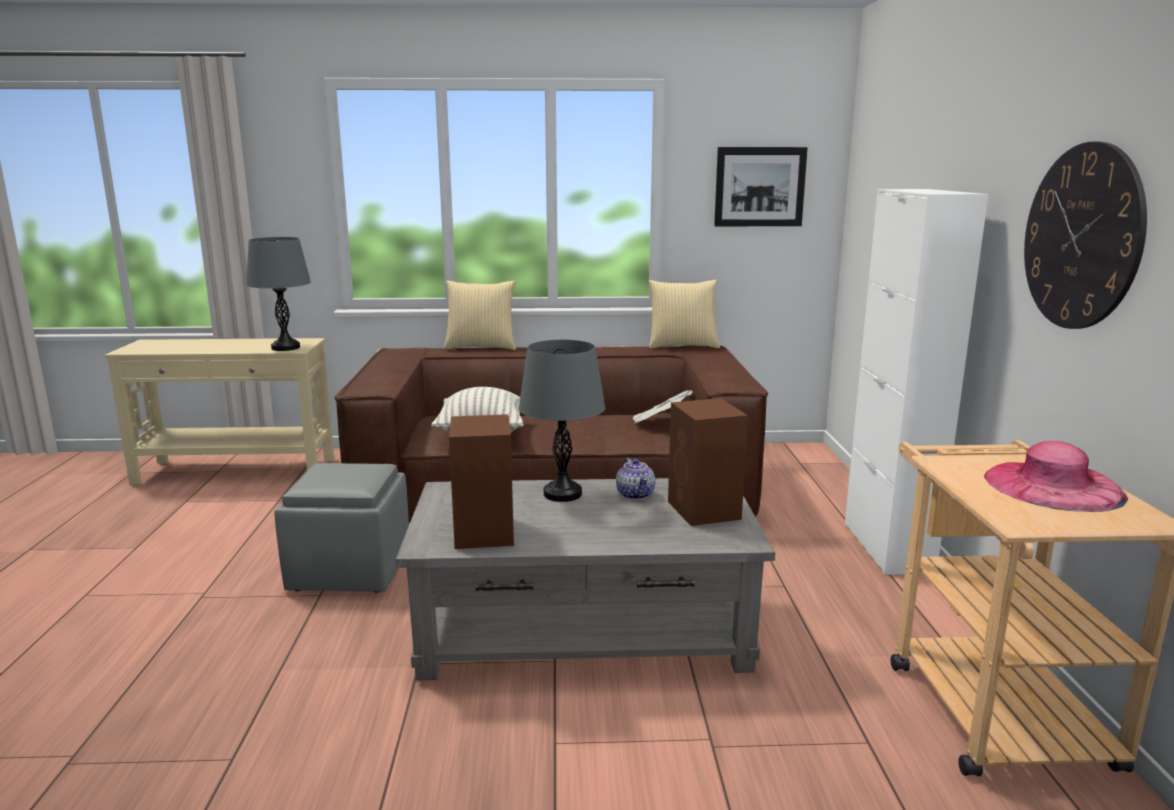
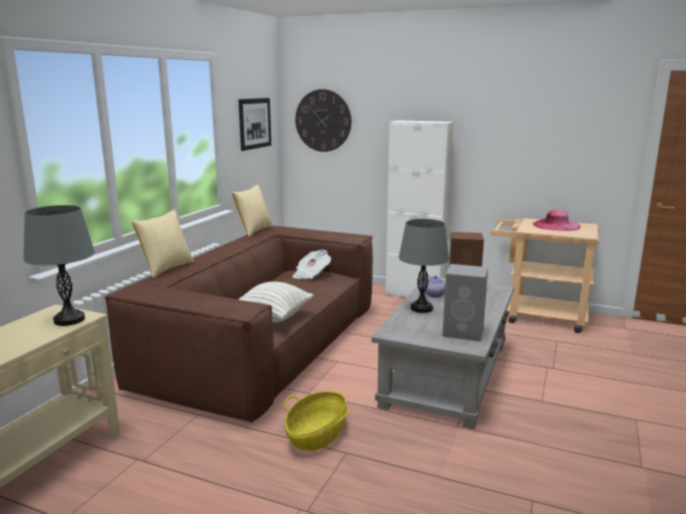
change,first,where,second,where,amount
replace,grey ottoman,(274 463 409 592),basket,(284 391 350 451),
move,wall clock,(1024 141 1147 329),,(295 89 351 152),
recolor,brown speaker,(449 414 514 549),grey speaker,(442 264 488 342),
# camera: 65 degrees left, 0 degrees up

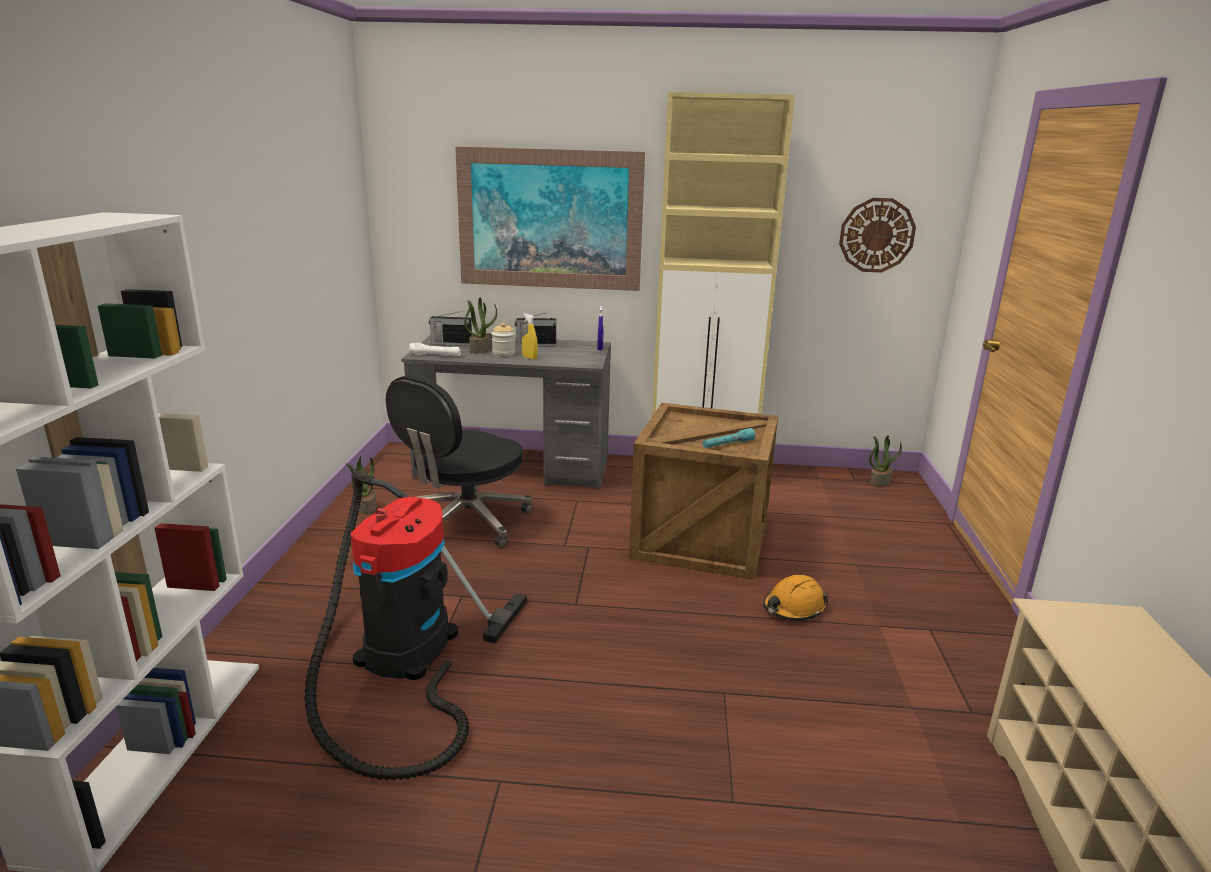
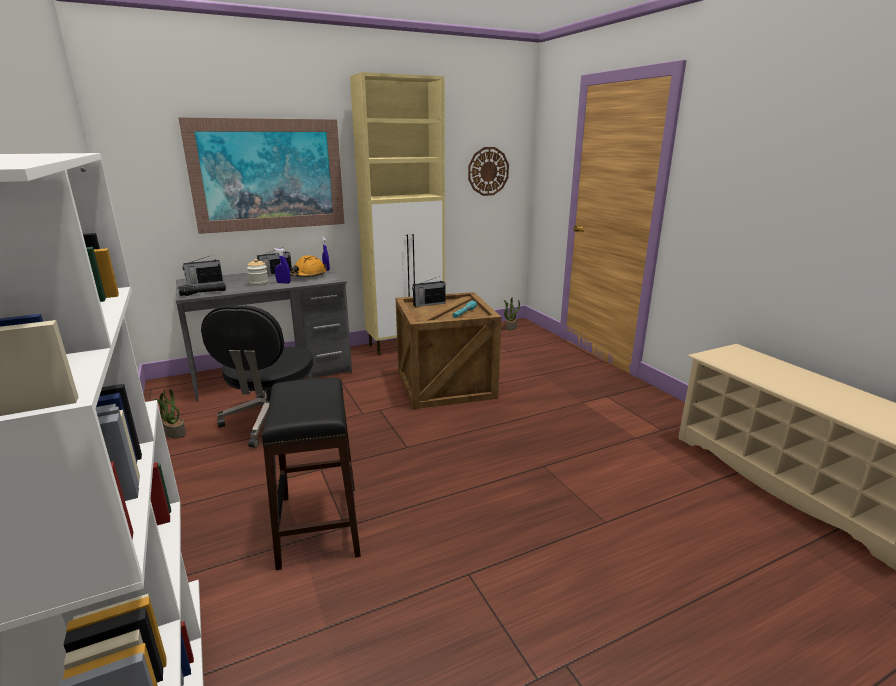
change,first,where,second,where,amount
recolor,white flashlight,(409 343 461 356),black flashlight,(178 283 226 296),
replace,vacuum cleaner,(304 471 527 780),black stool,(262 378 361 570),
recolor,yellow spray bottle,(522 313 538 360),blue spray bottle,(274 248 291 284),
move,orange hard hat,(763 575 828 621),,(290 255 327 277),
insert,,,radio,(412 276 446 307),
delete,potted plant,(464 297 497 353),,,
# camera: 30 degrees left, 0 degrees up

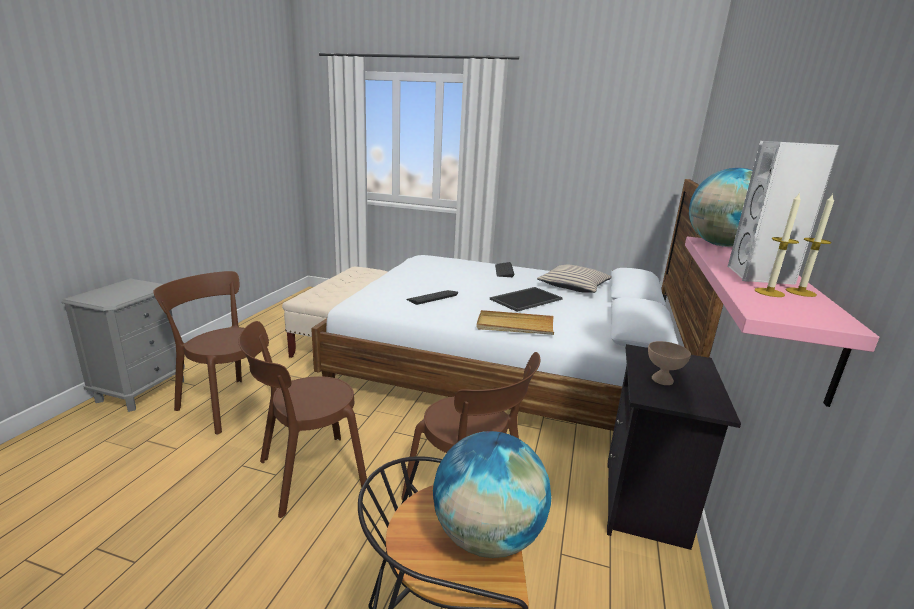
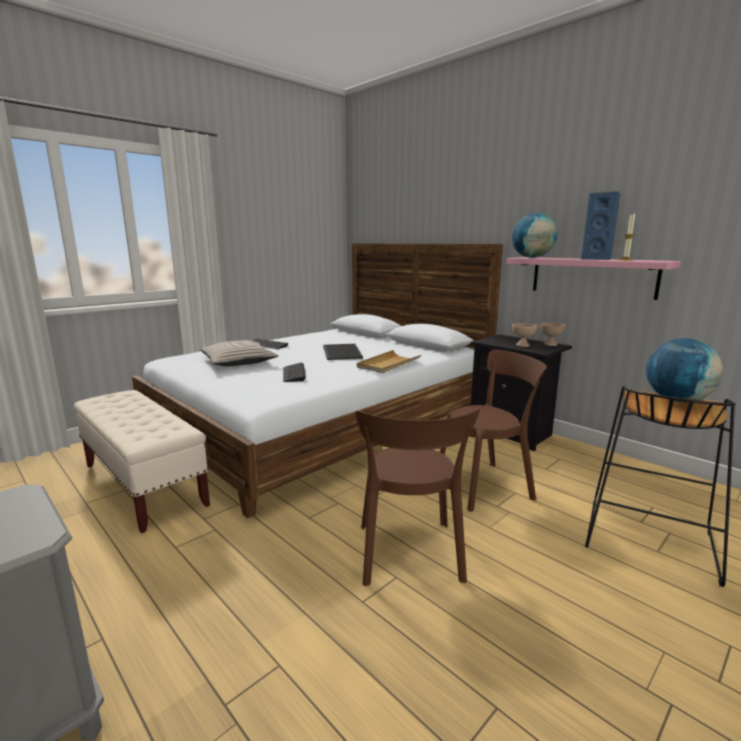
change,first,where,second,where,amount
move,beige pillow,(537 265 612 293),,(200 340 278 366),
insert,,,beige bowl,(540 322 566 346),
recolor,white speaker,(728 141 839 285),blue speaker,(581 191 620 260),
delete,brown chair,(153 271 266 435),,,
# camera: 60 degrees left, 5 degrees down

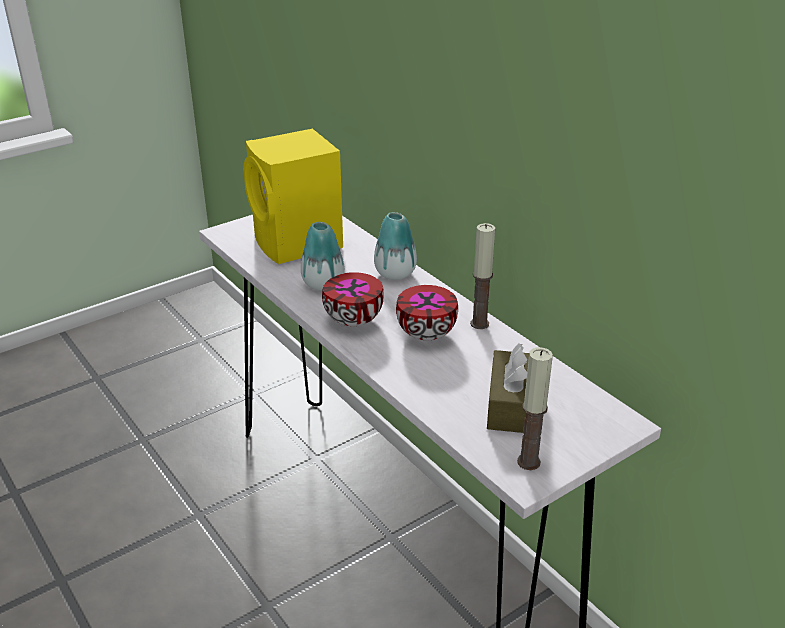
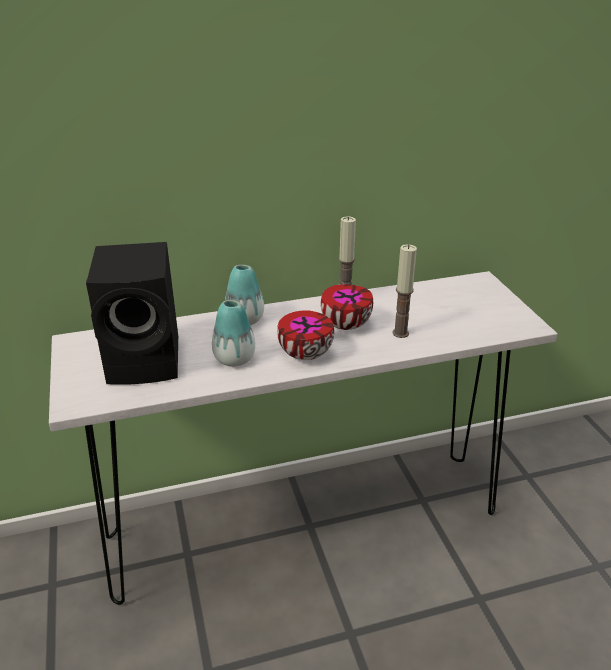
change,first,where,second,where,amount
recolor,yellow speaker,(243 129 343 264),black speaker,(86 242 178 385),
move,candle,(517 347 553 470),,(392 244 417 338),
delete,brown tissue box,(487 343 529 433),,,
# camera: 70 degrees left, 0 degrees up

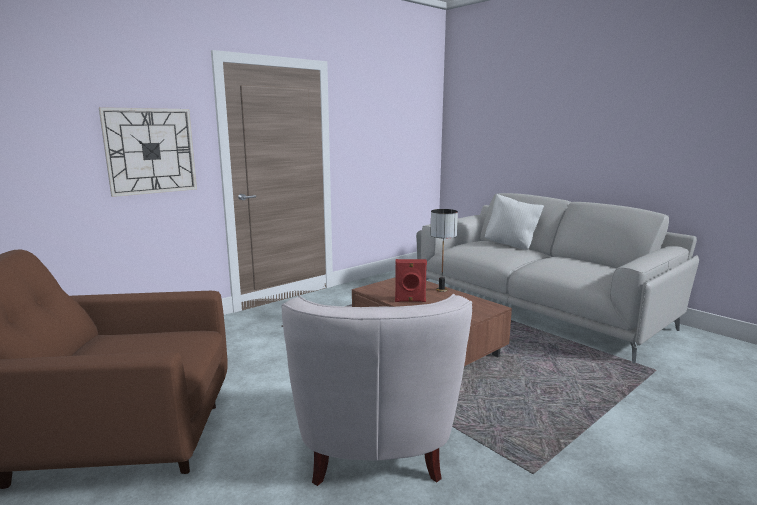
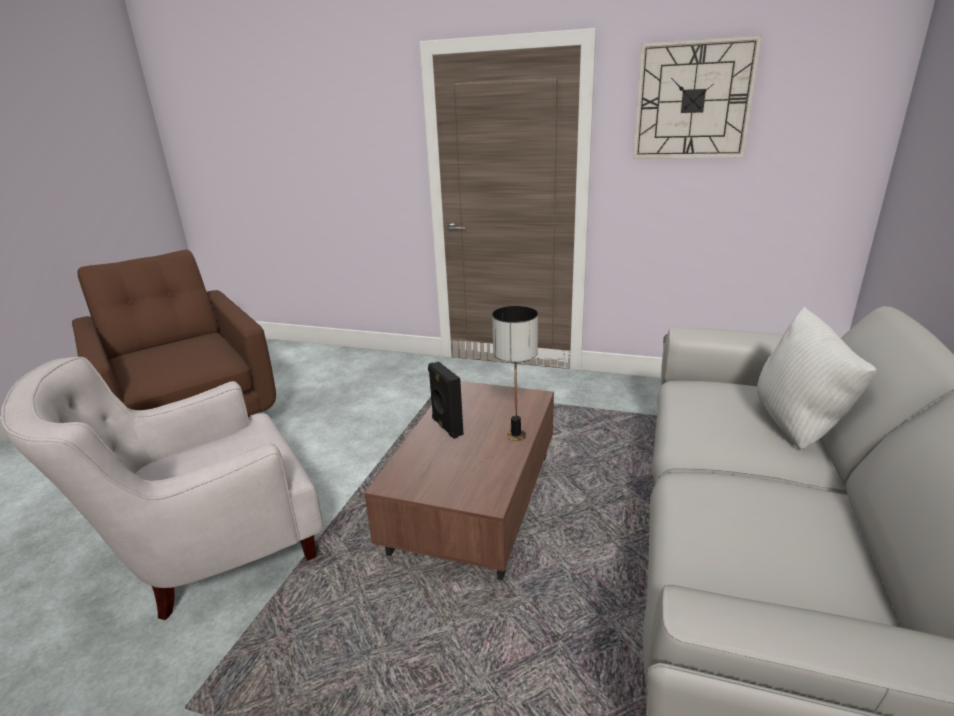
change,first,where,second,where,amount
recolor,red speaker,(395 259 427 302),black speaker,(428 362 464 439),
move,wall clock,(99 107 197 197),,(633 35 762 159),
# camera: 60 degrees right, 10 degrees up

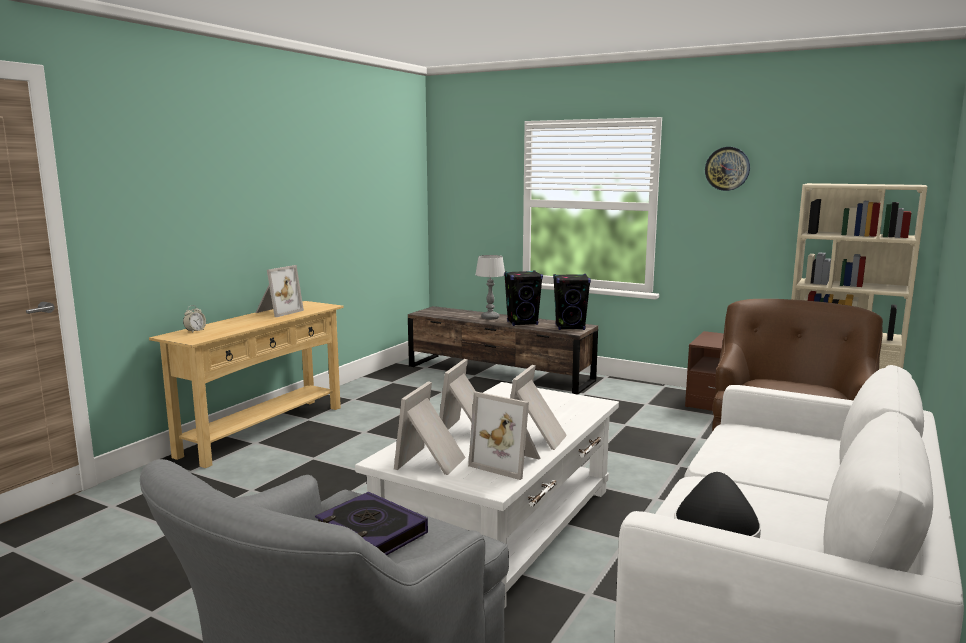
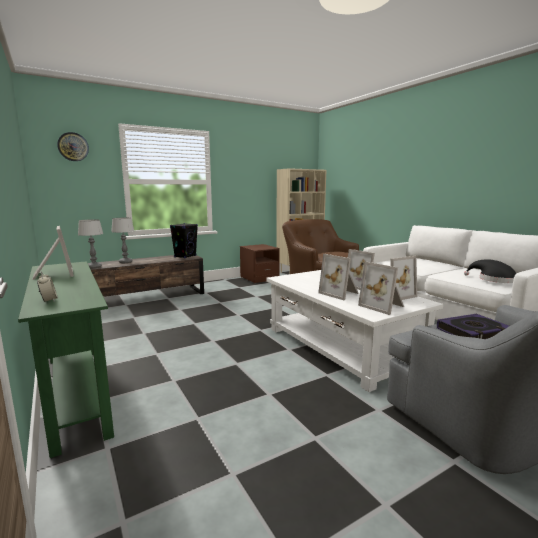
change,first,where,second,where,amount
recolor,beige console table,(149 301 344 468),green console table,(18 261 114 458),
move,wall clock,(705 147 750 191),,(57 132 89 161),
insert,,,table lamp,(78 219 103 268),
delete,black speaker,(504 270 543 326),,,
# camera: 60 degrees left, 0 degrees up

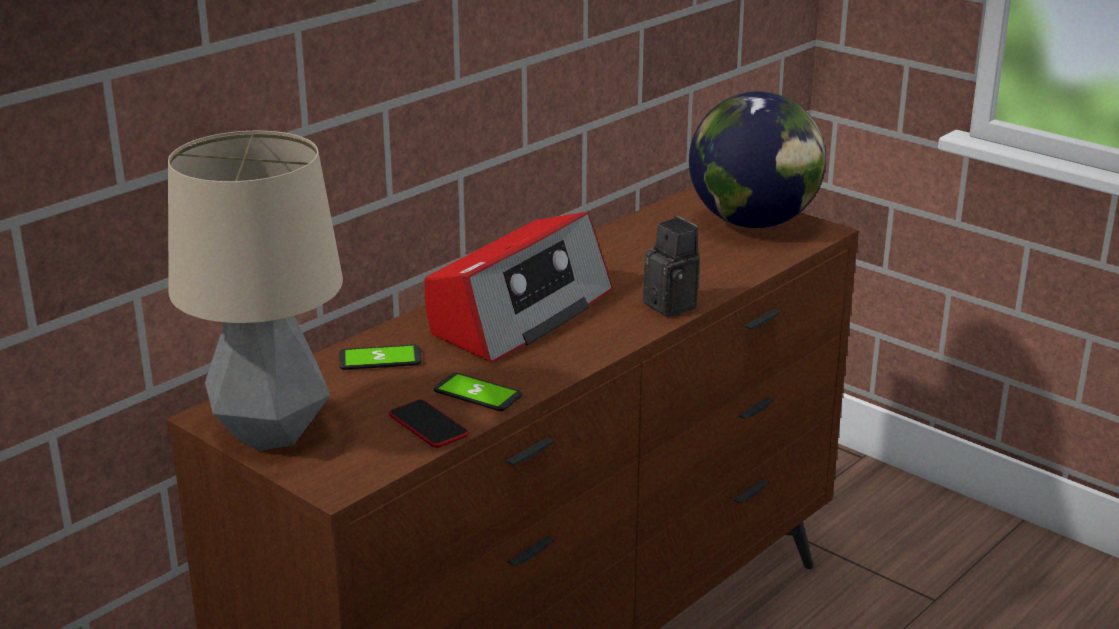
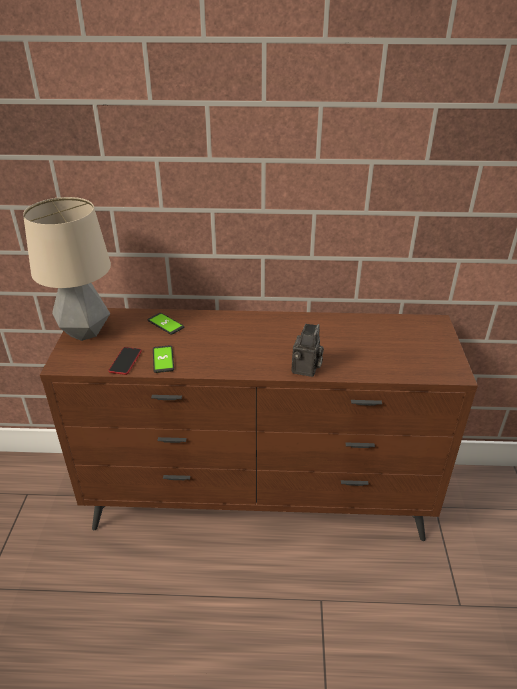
change,first,where,second,where,amount
delete,radio,(425 212 613 363),,,
delete,globe,(689 91 826 228),,,
# camera: 50 degrees right, 10 degrees up

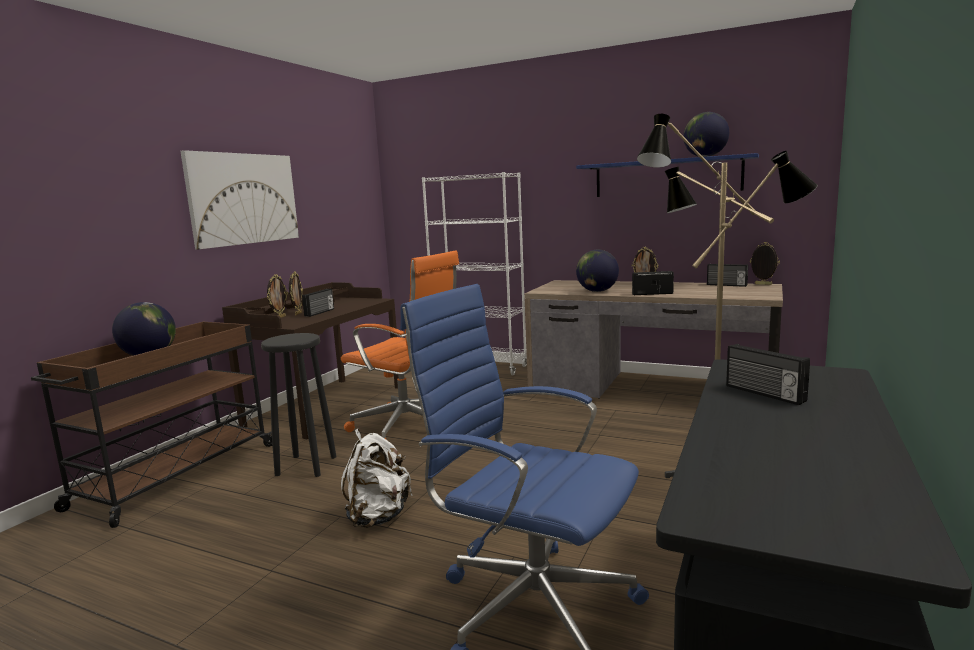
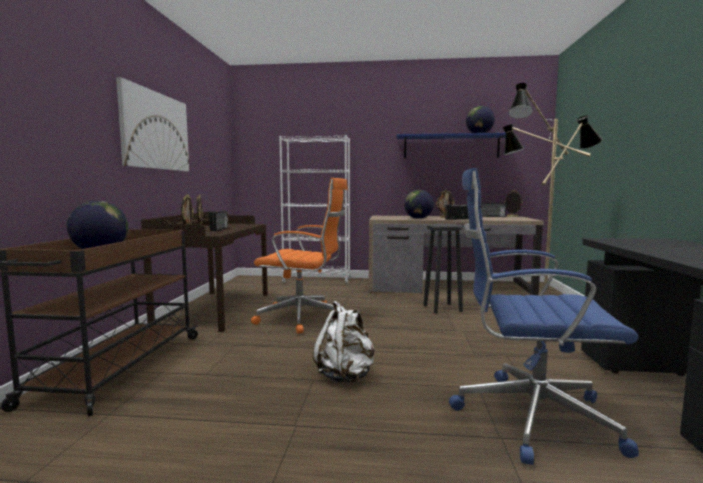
change,first,where,second,where,amount
move,black stool,(261 333 336 477),,(424 224 463 314),
delete,radio,(726 344 810 405),,,
# camera: 20 degrees left, 5 degrees down

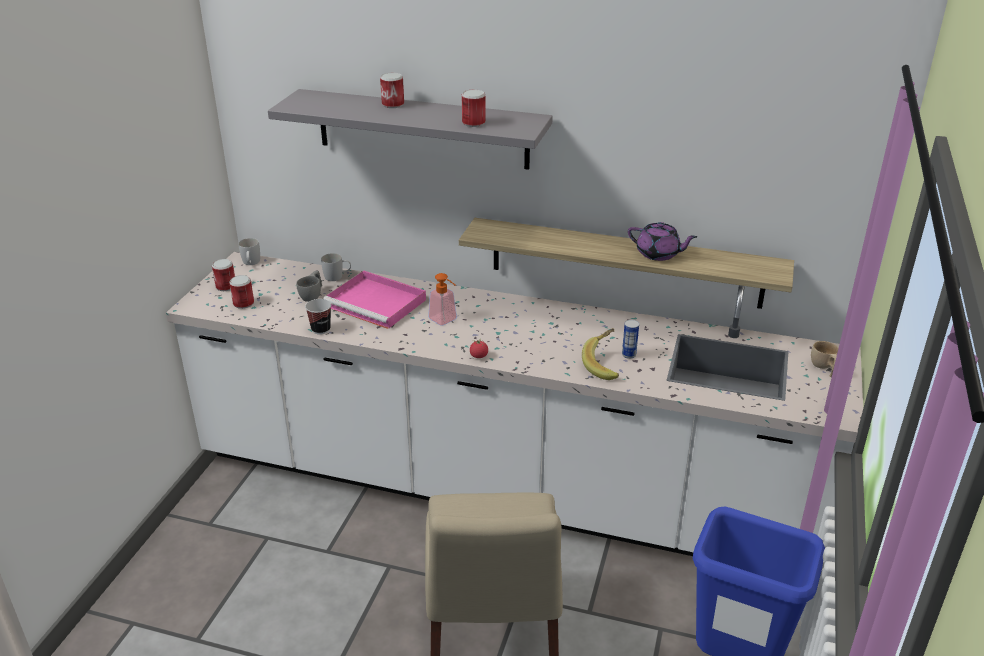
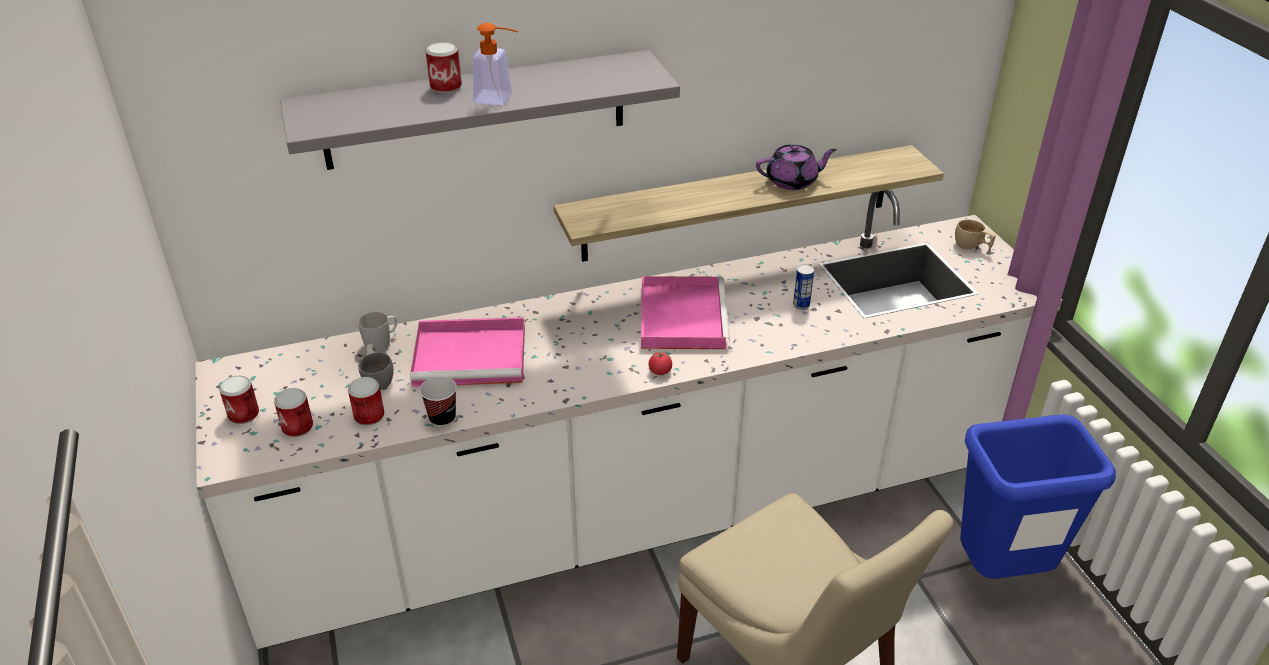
change,first,where,second,where,amount
move,can,(462 90 485 127),,(348 377 384 426),
move,soap dispenser,(428 273 457 326),,(473 23 519 105),
insert,,,pink tray,(641 276 730 349),
delete,white mug,(238 238 260 265),,,
delete,banana,(582 328 619 380),,,
# camera: 35 degrees left, 5 degrees up

